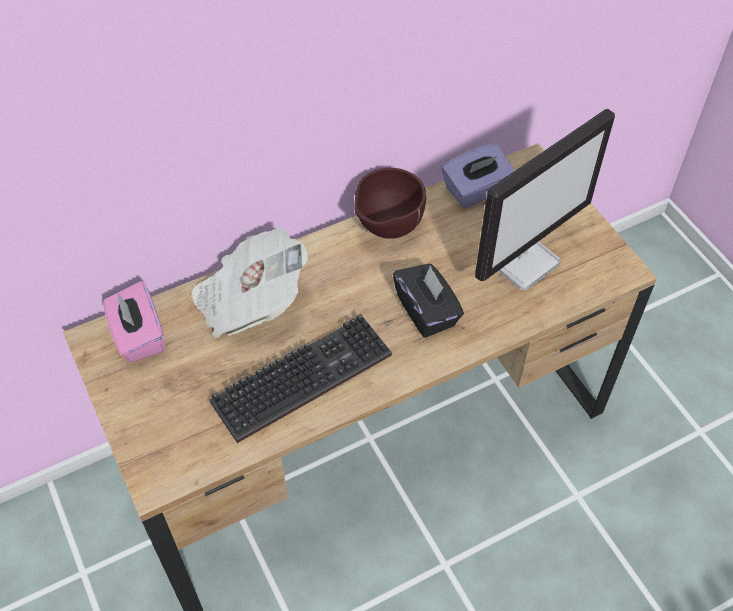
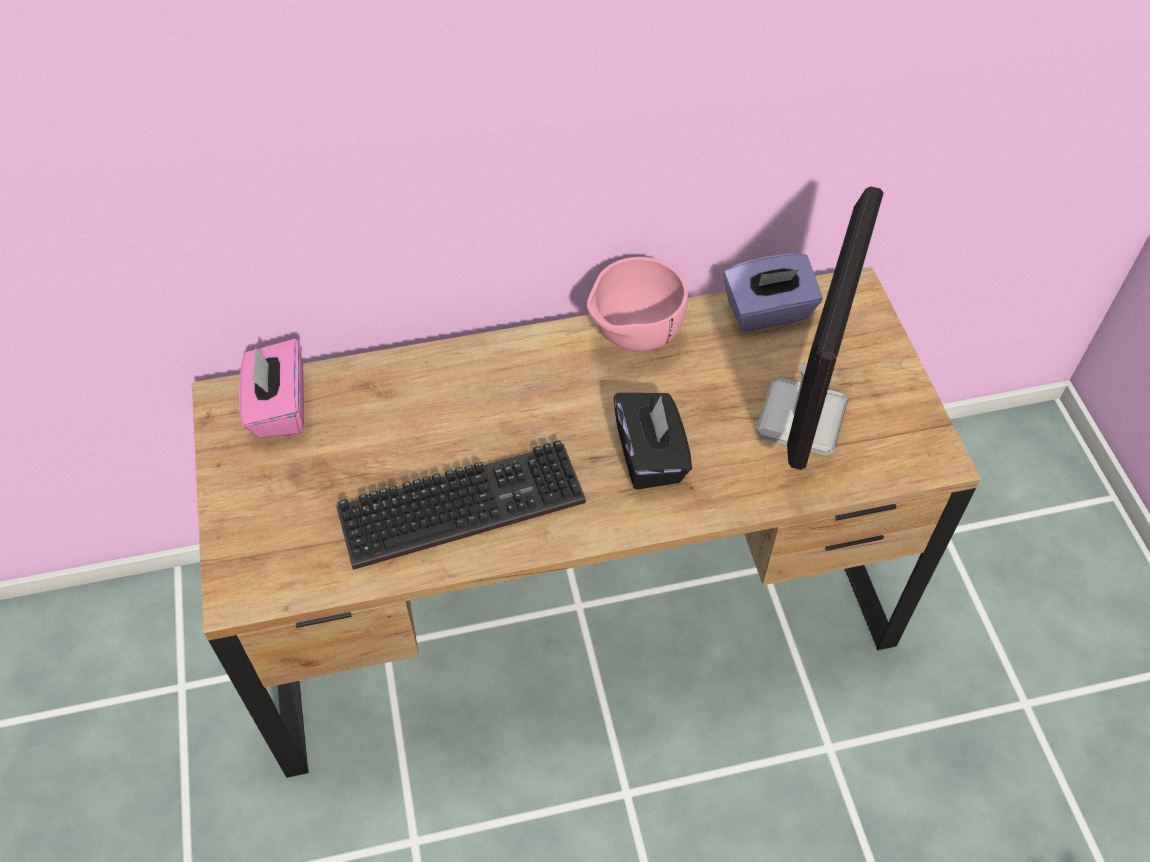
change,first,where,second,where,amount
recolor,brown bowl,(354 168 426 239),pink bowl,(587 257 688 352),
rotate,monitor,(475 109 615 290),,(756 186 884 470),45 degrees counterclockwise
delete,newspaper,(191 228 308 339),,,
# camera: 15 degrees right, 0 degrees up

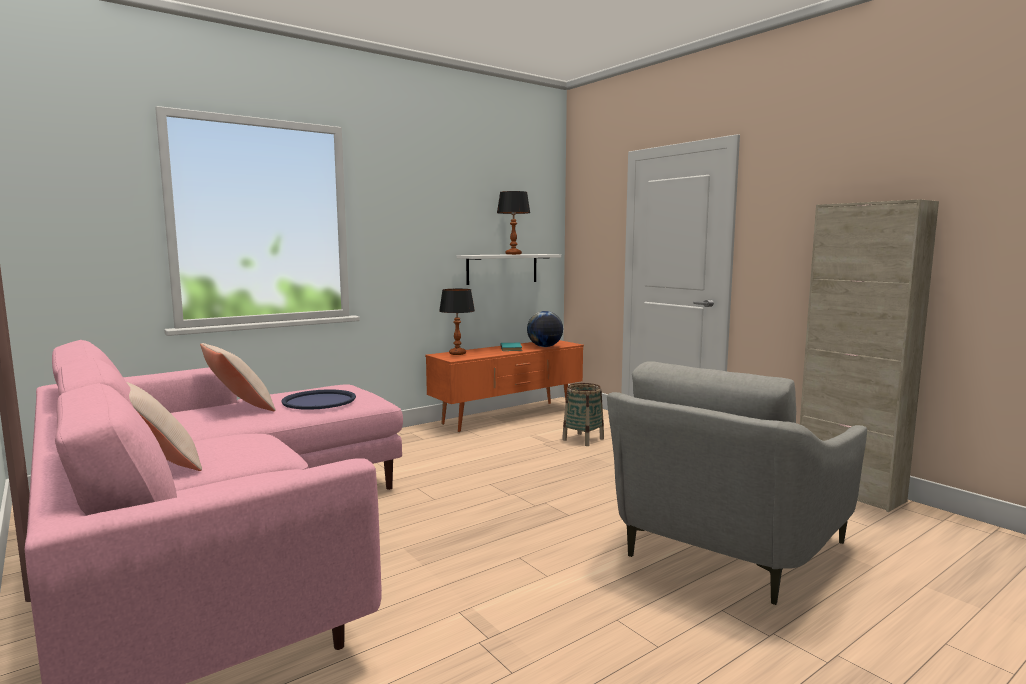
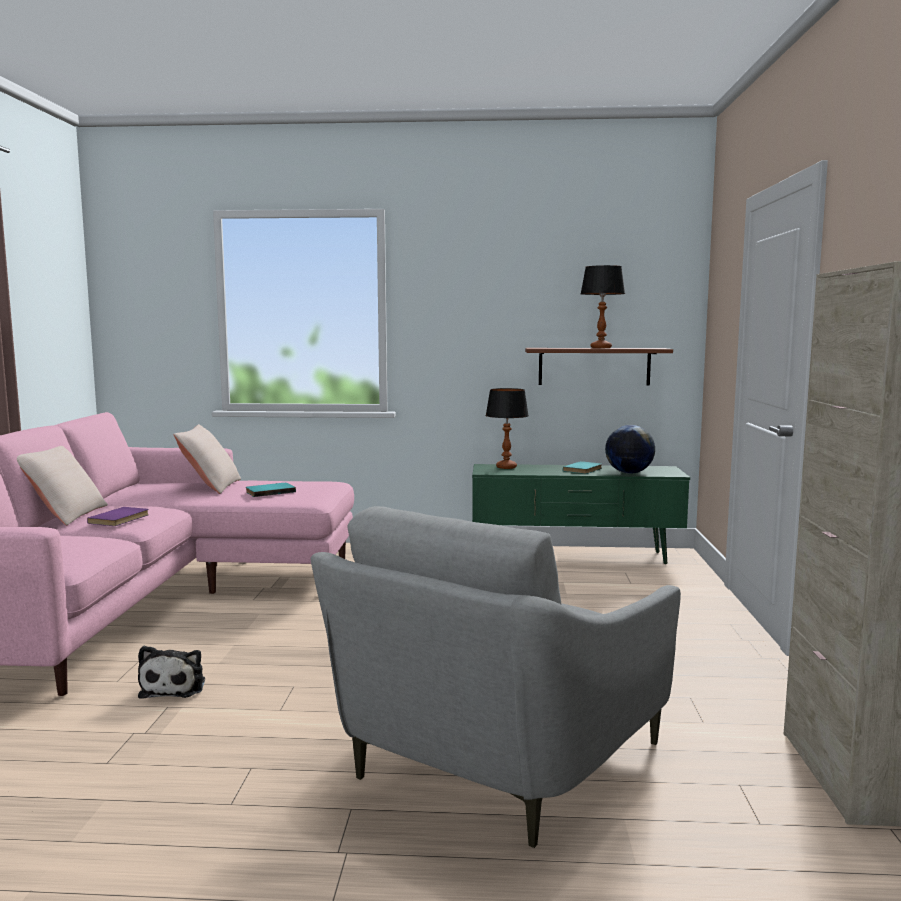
change,first,where,second,where,amount
insert,,,purple book,(87 507 149 526),
insert,,,plush toy,(138 646 205 699),
replace,blue tray,(281 389 356 410),turquoise book,(246 483 296 497),
rotate,grey armchair,(607 361 867 605),,(311 506 681 848),45 degrees counterclockwise
recolor,orange tv stand,(425 340 584 432),green tv stand,(472 464 690 564),
recolor,white shelf,(457 254 561 285),brown shelf,(525 348 673 386),
delete,basket,(562 383 604 446),,,
# camera: 40 degrees right, 0 degrees up

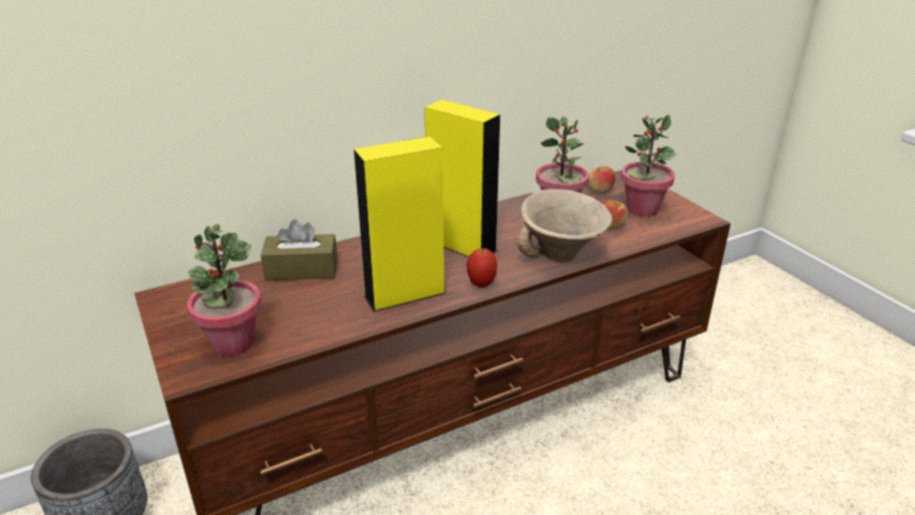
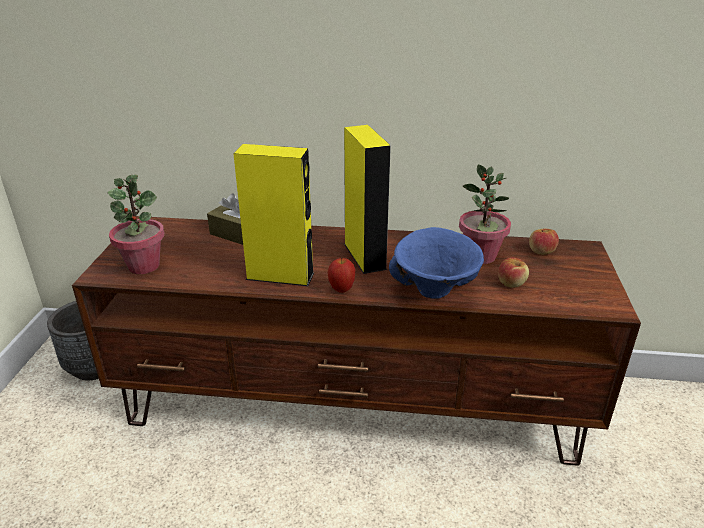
change,first,where,second,where,amount
recolor,beige bowl,(517 189 613 262),blue bowl,(389 227 484 299),
delete,potted plant,(621 115 676 217),,,
# camera: 35 degrees right, 0 degrees up

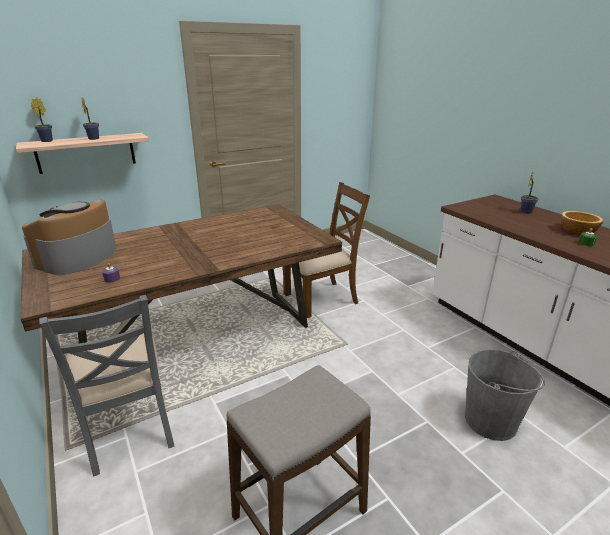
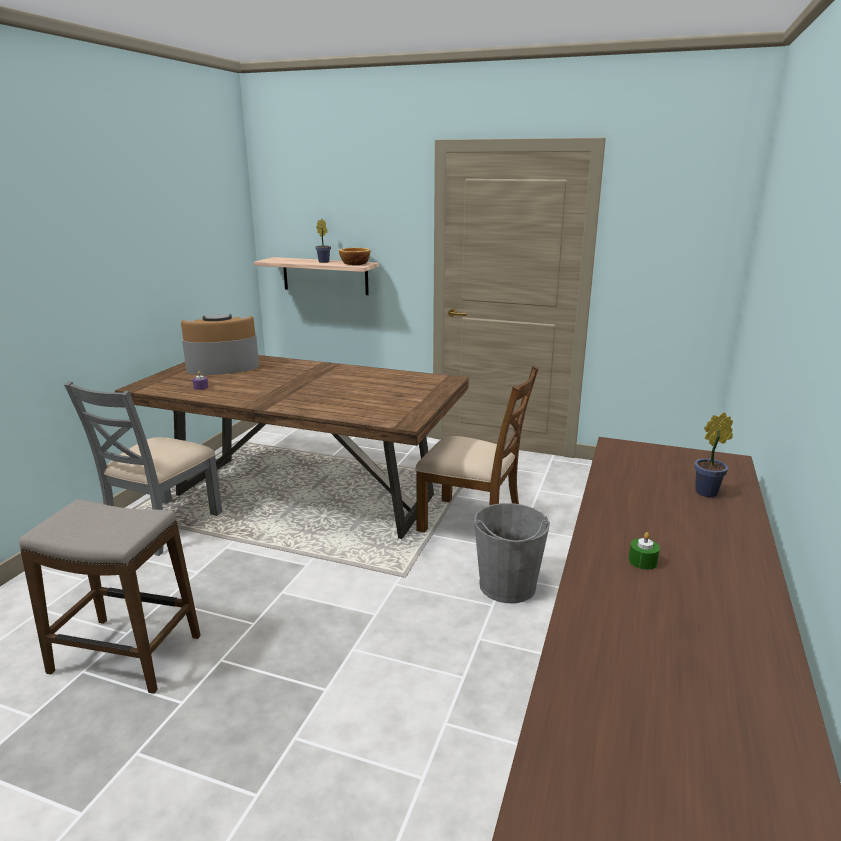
change,first,where,second,where,amount
move,bowl,(561 211 603 235),,(339 248 370 265),
move,grey bucket,(465 349 545 441),,(474 503 550 603),
delete,potted plant,(31 97 53 142),,,
# camera: 50 degrees right, 5 degrees down

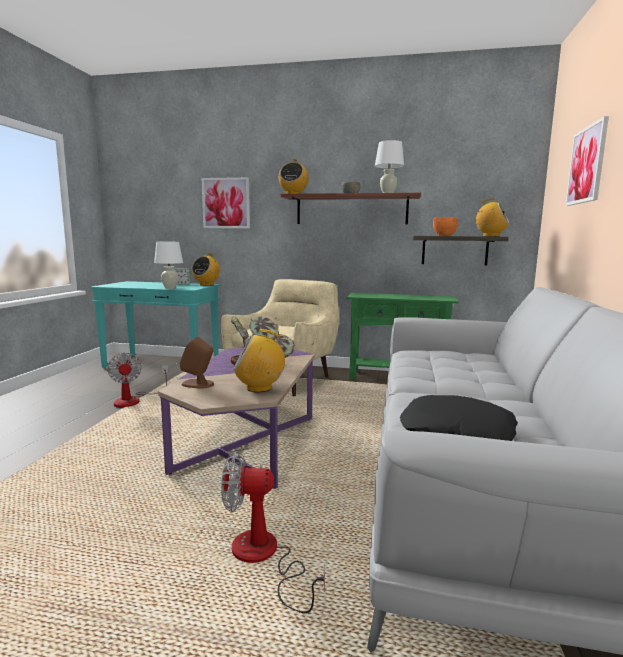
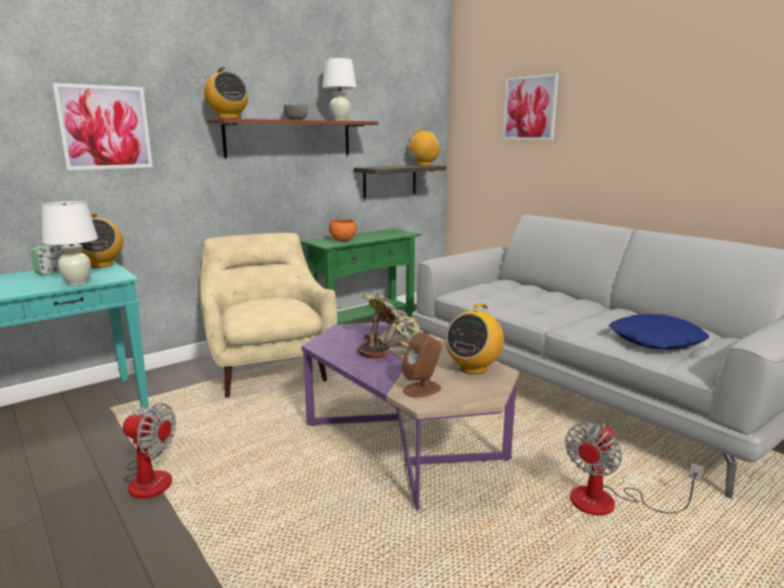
change,first,where,second,where,amount
move,orange bowl,(433 217 458 236),,(329 219 357 242),
recolor,black pillow,(400 395 518 441),blue pillow,(609 314 709 350),
# camera: 50 degrees left, 5 degrees up

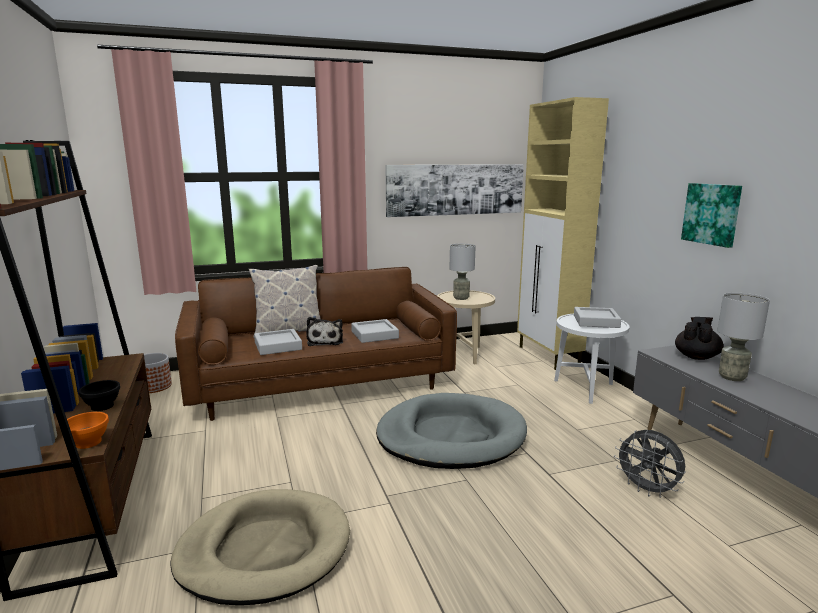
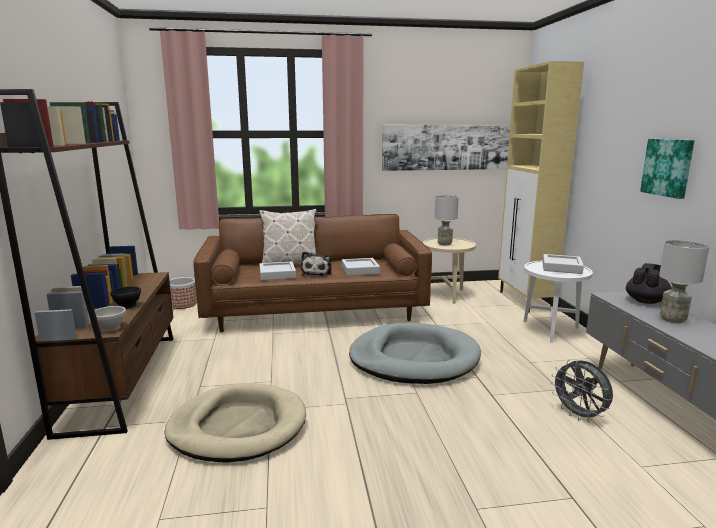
change,first,where,second,where,amount
recolor,orange bowl,(67 412 109 449),white bowl,(95 306 126 332),
# camera: 10 degrees right, 0 degrees up

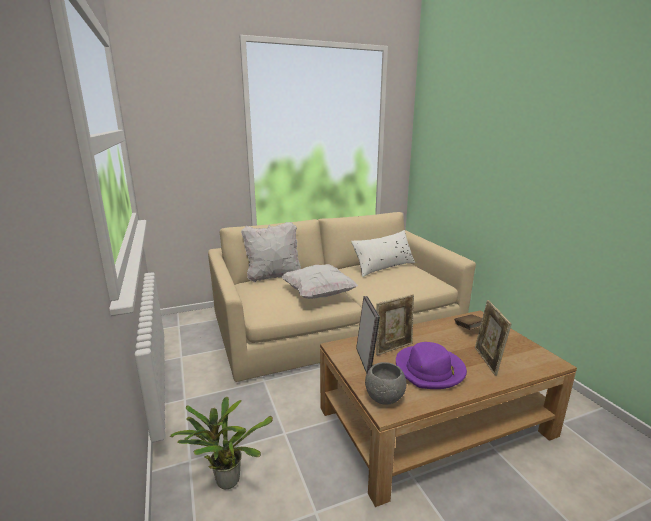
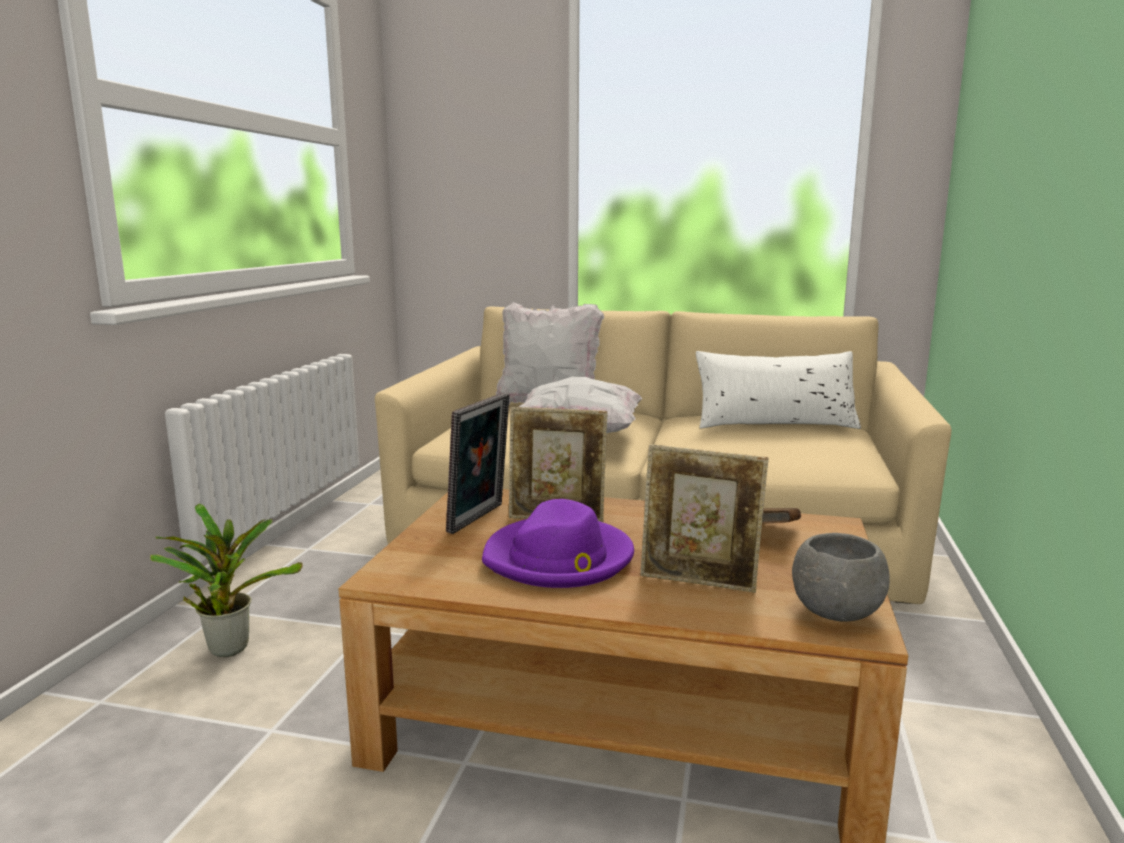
change,first,where,second,where,amount
rotate,picture frame,(475 300 512 376),,(641 444 769 593),105 degrees counterclockwise
move,grey bowl,(365 362 406 405),,(792 533 890 622),
# camera: 35 degrees right, 5 degrees down

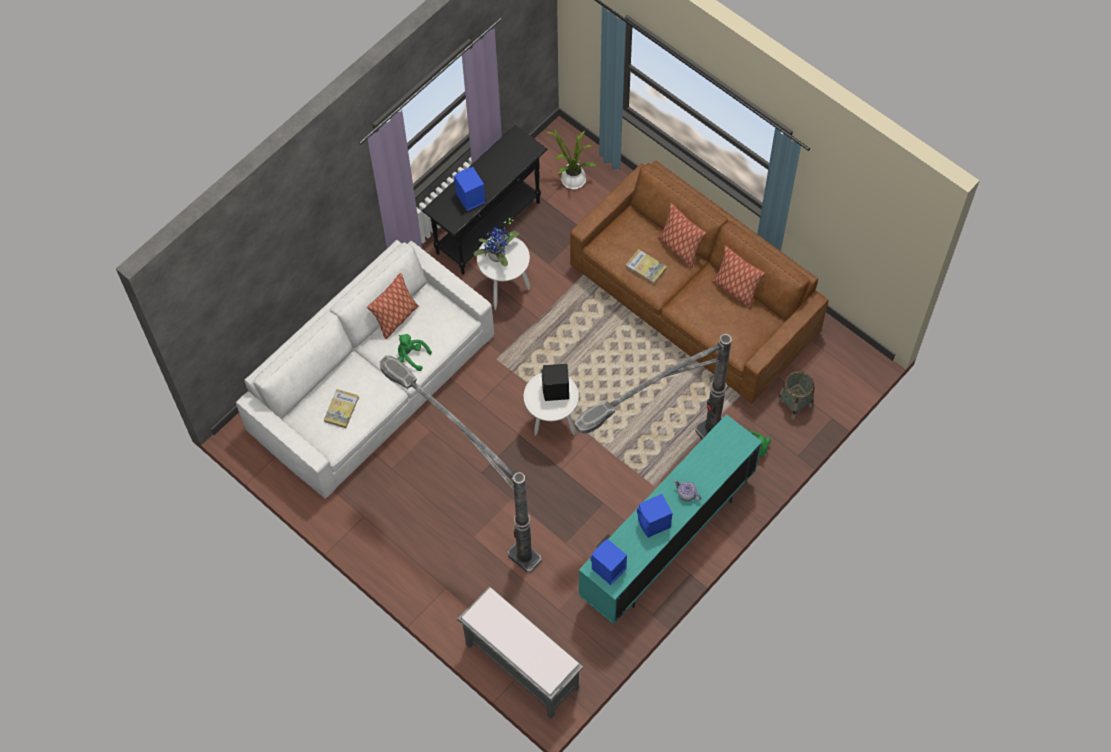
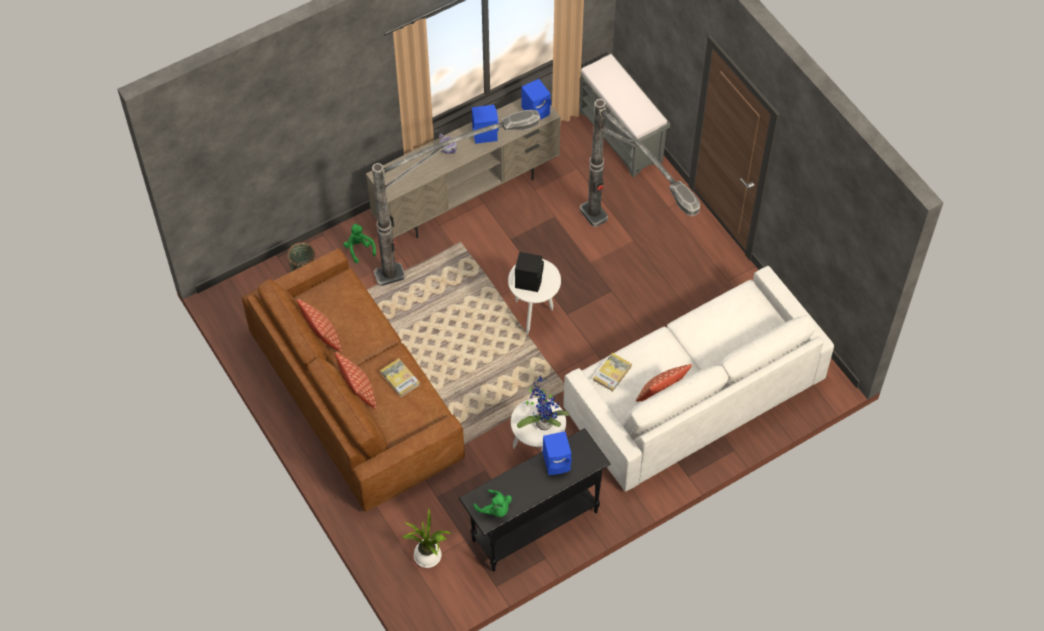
change,first,where,second,where,amount
recolor,turquoise tv stand,(579 414 762 624),beige tv stand,(366 98 561 238),
move,green plush toy,(398 334 432 371),,(474 490 512 517),
move,book,(324 389 359 428),,(593 353 632 392),
# camera: 165 degrees left, 5 degrees down

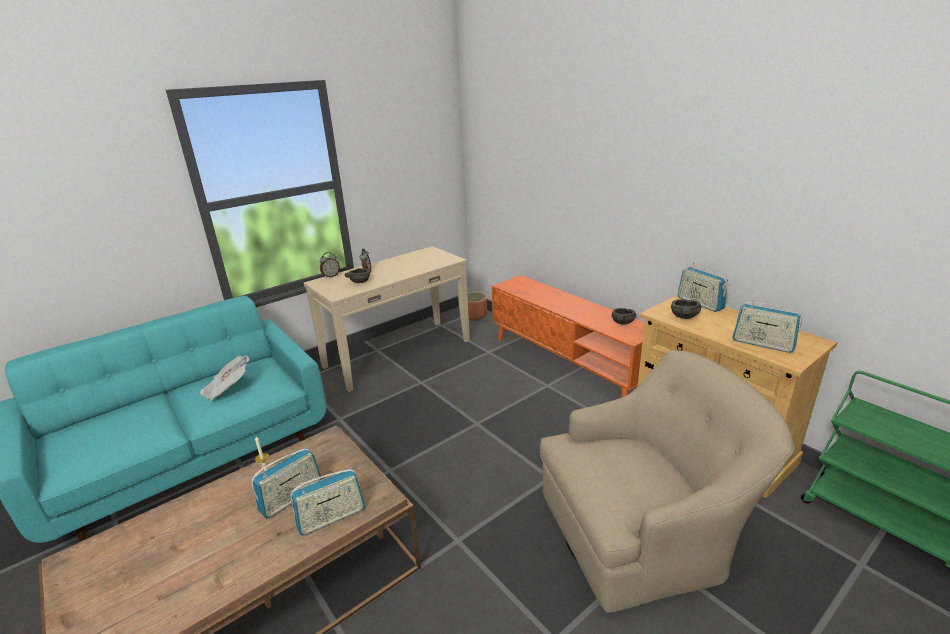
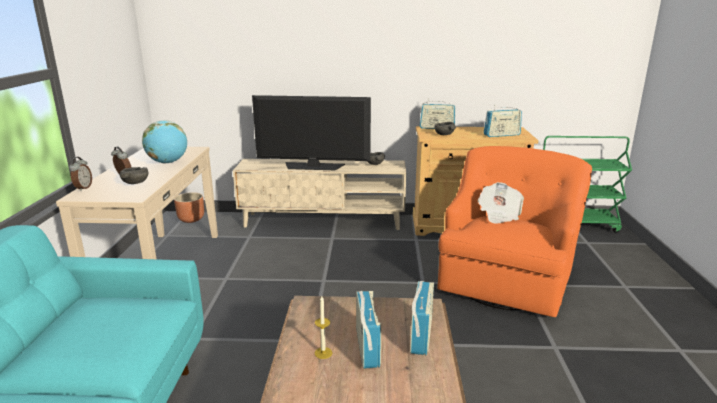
change,first,where,second,where,amount
insert,,,globe,(142 120 187 164),
recolor,orange tv stand,(492 275 645 398),beige tv stand,(233 159 406 230),
insert,,,television,(252 95 371 170),
recolor,beige armchair,(540 350 794 613),orange armchair,(437 146 592 317),
move,newspaper,(200 355 249 401),,(478 182 524 224),
# camera: 50 degrees left, 5 degrees down

